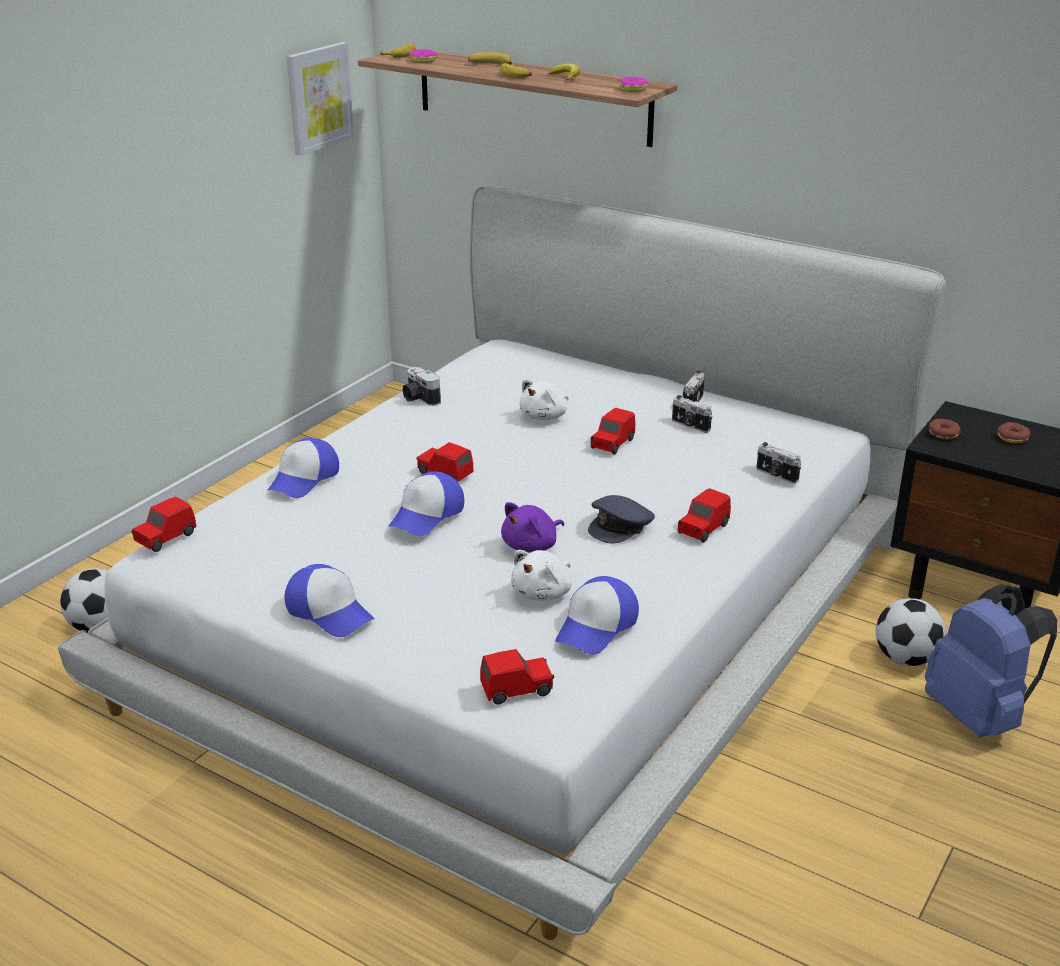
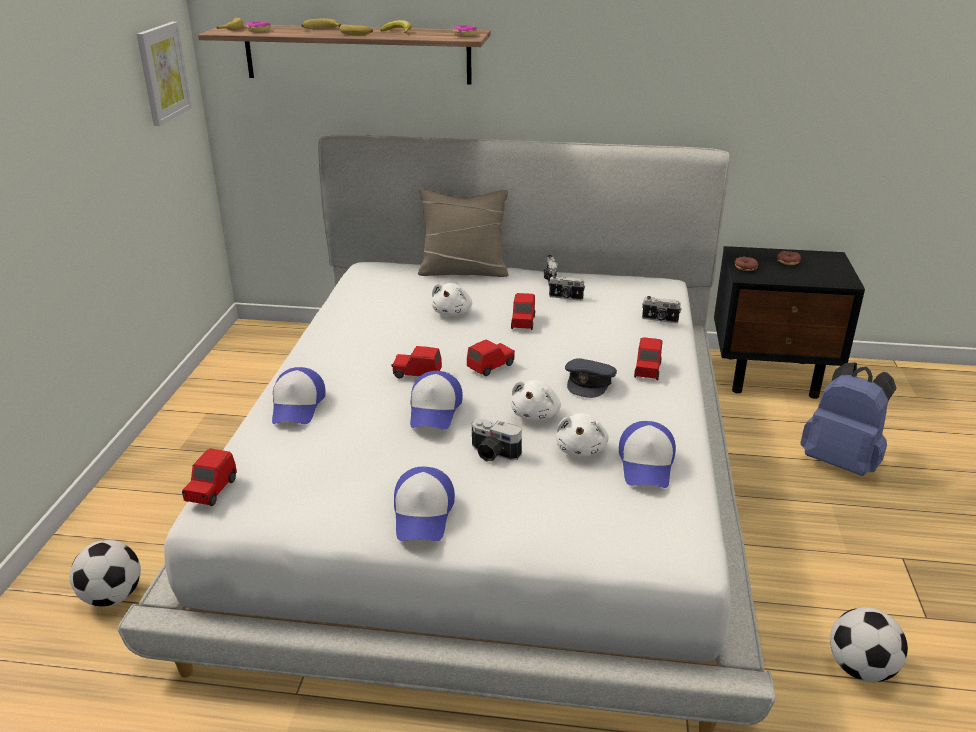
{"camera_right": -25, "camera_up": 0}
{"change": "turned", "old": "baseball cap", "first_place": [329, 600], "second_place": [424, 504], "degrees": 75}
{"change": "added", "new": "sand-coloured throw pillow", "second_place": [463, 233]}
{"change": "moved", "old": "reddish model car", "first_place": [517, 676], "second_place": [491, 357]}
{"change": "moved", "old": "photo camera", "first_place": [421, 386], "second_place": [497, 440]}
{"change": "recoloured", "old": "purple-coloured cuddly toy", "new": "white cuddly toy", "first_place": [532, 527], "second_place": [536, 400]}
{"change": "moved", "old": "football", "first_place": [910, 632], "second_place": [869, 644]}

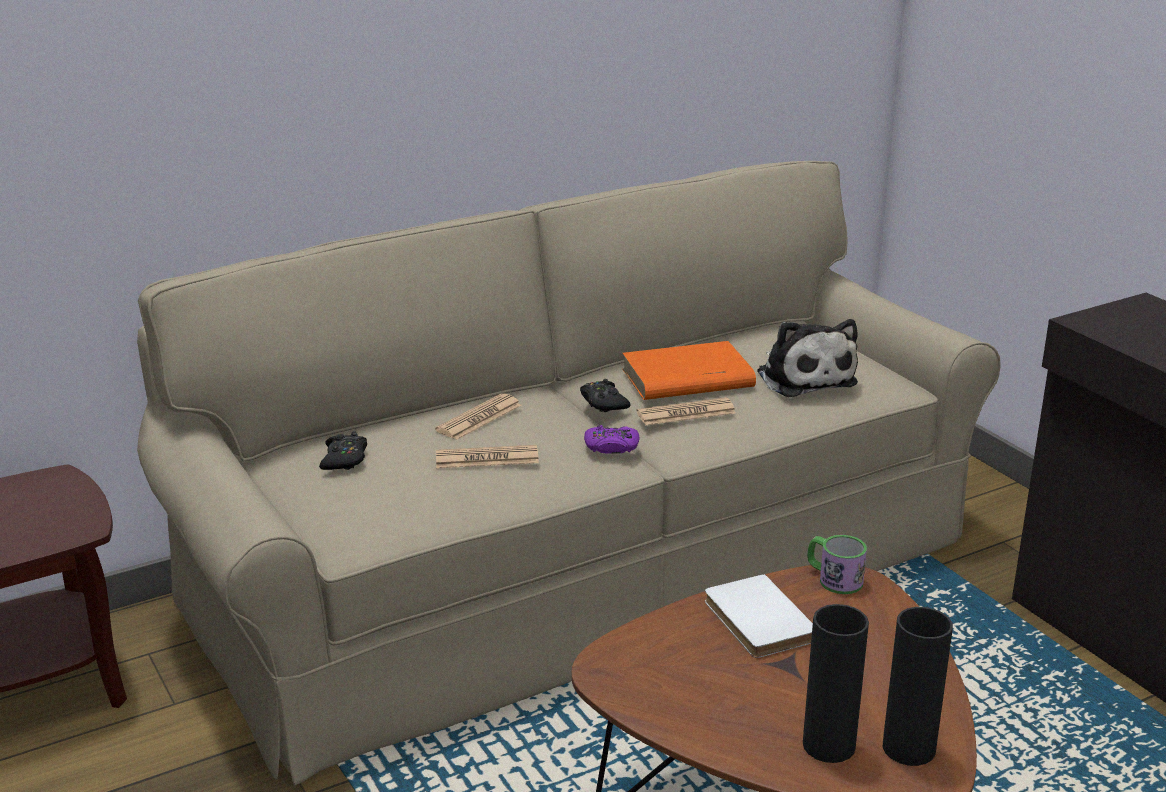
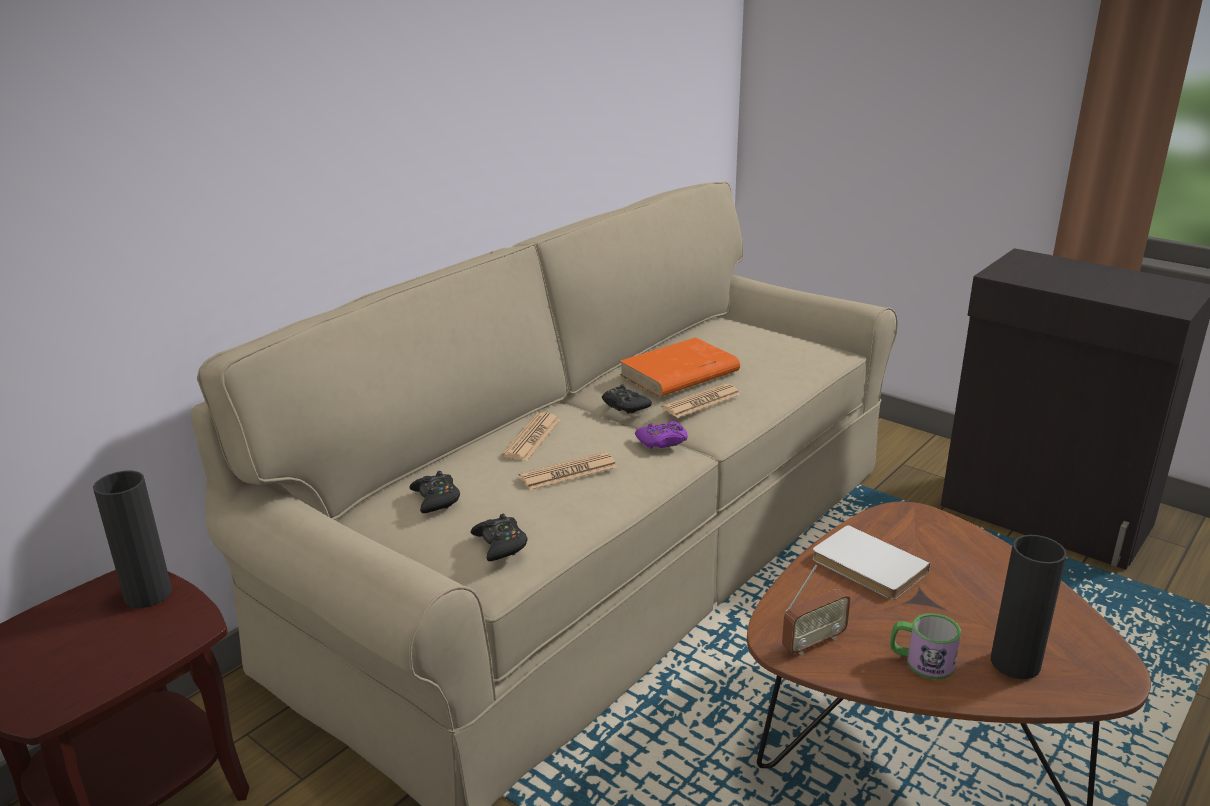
{"camera_right": -20, "camera_up": 0}
{"change": "moved", "old": "black vase", "first_place": [918, 686], "second_place": [132, 539]}
{"change": "added", "new": "black joypad", "second_place": [499, 537]}
{"change": "added", "new": "radio receiver", "second_place": [816, 610]}
{"change": "moved", "old": "mug", "first_place": [837, 564], "second_place": [925, 646]}
{"change": "removed", "old": "cuddly toy", "first_place": [807, 358]}

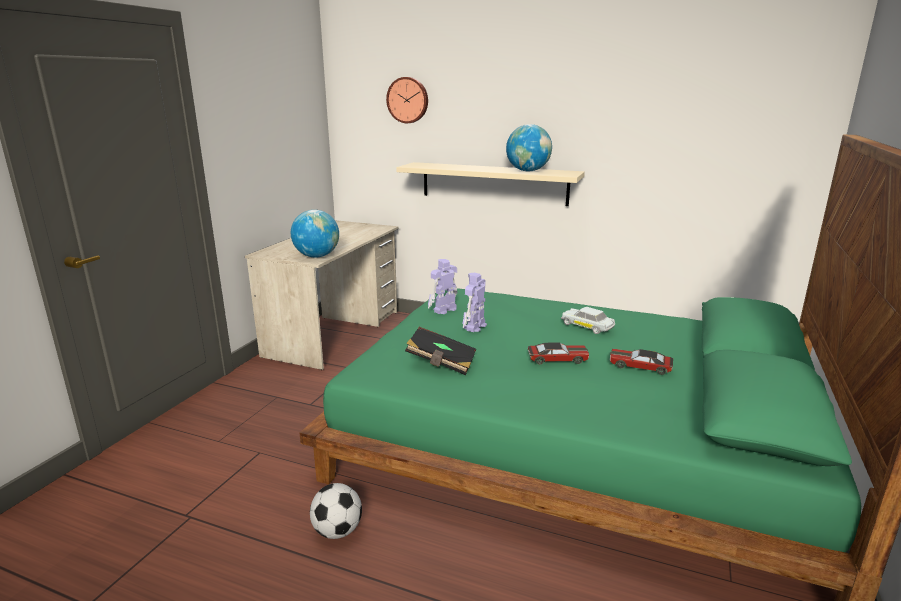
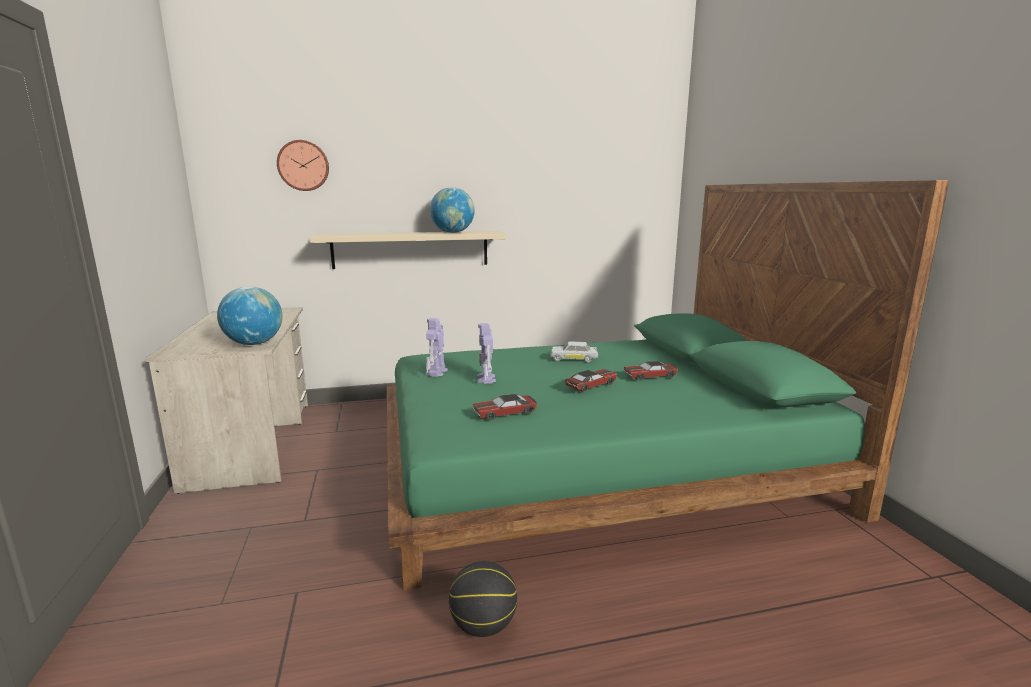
{"camera_right": -35, "camera_up": -5}
{"change": "replaced", "old": "football", "new": "basketball", "first_place": [336, 511], "second_place": [483, 599]}
{"change": "replaced", "old": "black volume", "new": "model car", "first_place": [440, 351], "second_place": [505, 407]}

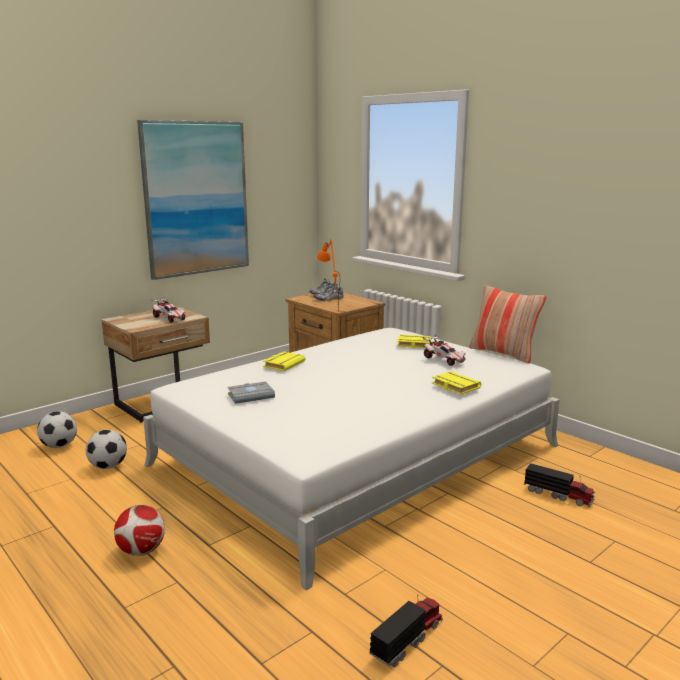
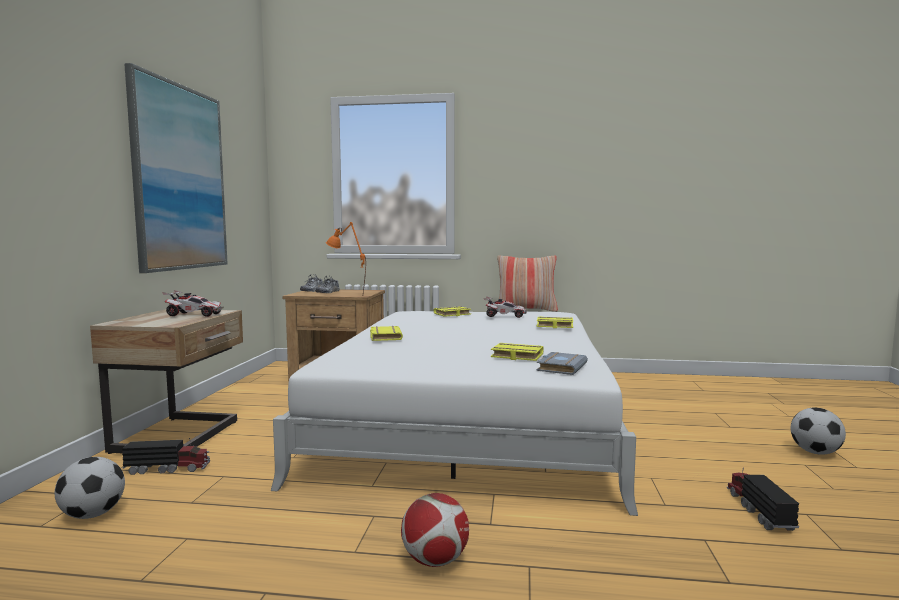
{"camera_right": -40, "camera_up": -10}
{"change": "moved", "old": "model truck", "first_place": [560, 485], "second_place": [166, 456]}
{"change": "added", "new": "yellow-coloured volume", "second_place": [517, 352]}
{"change": "moved", "old": "grey volume", "first_place": [251, 392], "second_place": [562, 363]}
{"change": "moved", "old": "football", "first_place": [106, 449], "second_place": [818, 431]}

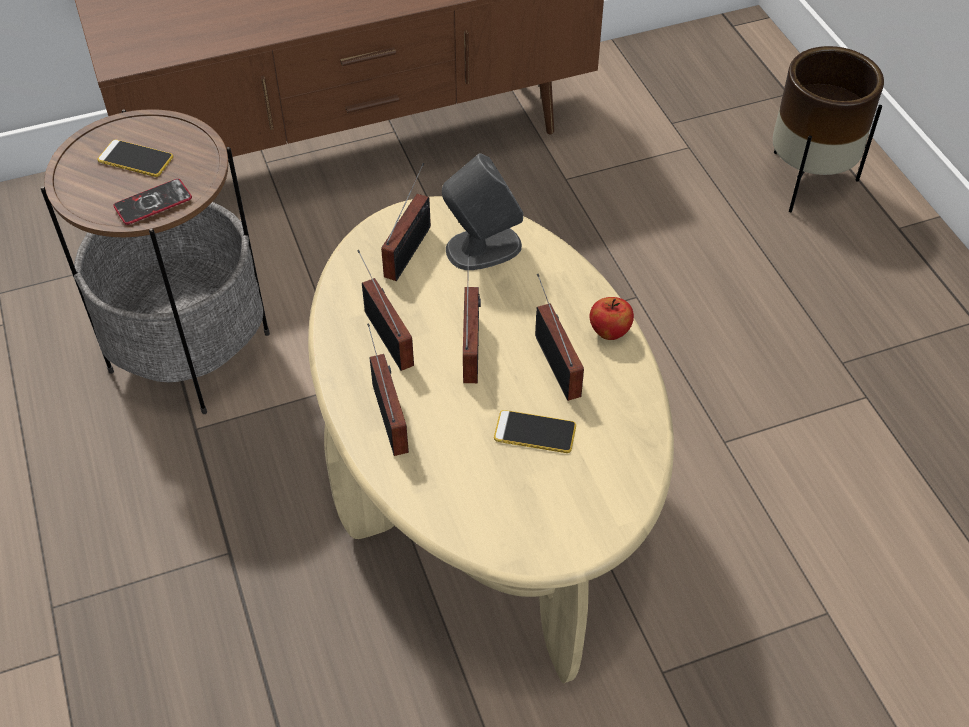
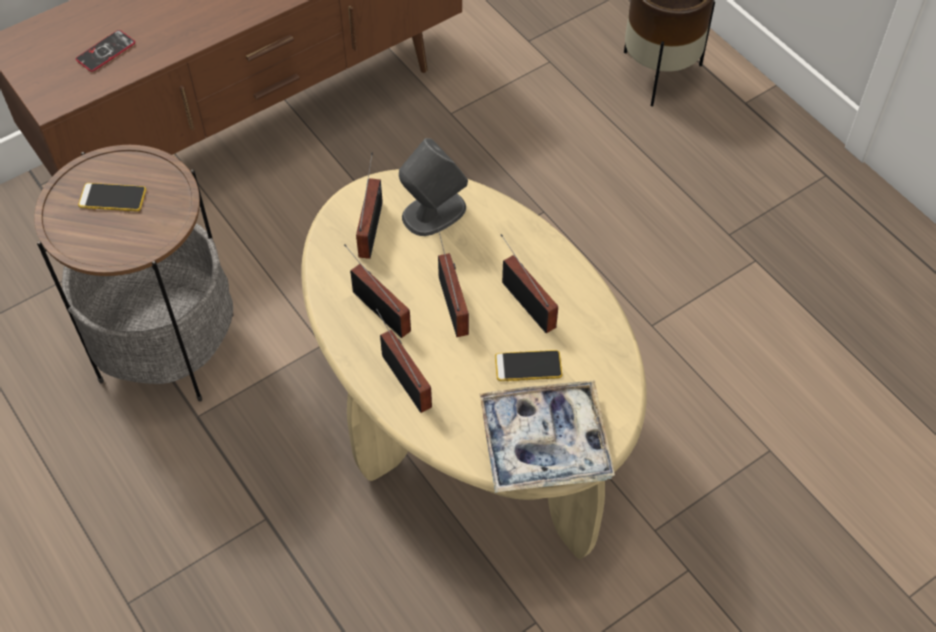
{"camera_right": -15, "camera_up": 5}
{"change": "moved", "old": "telephone", "first_place": [152, 202], "second_place": [105, 51]}
{"change": "added", "new": "serving tray", "second_place": [547, 436]}
{"change": "removed", "old": "apple", "first_place": [612, 318]}

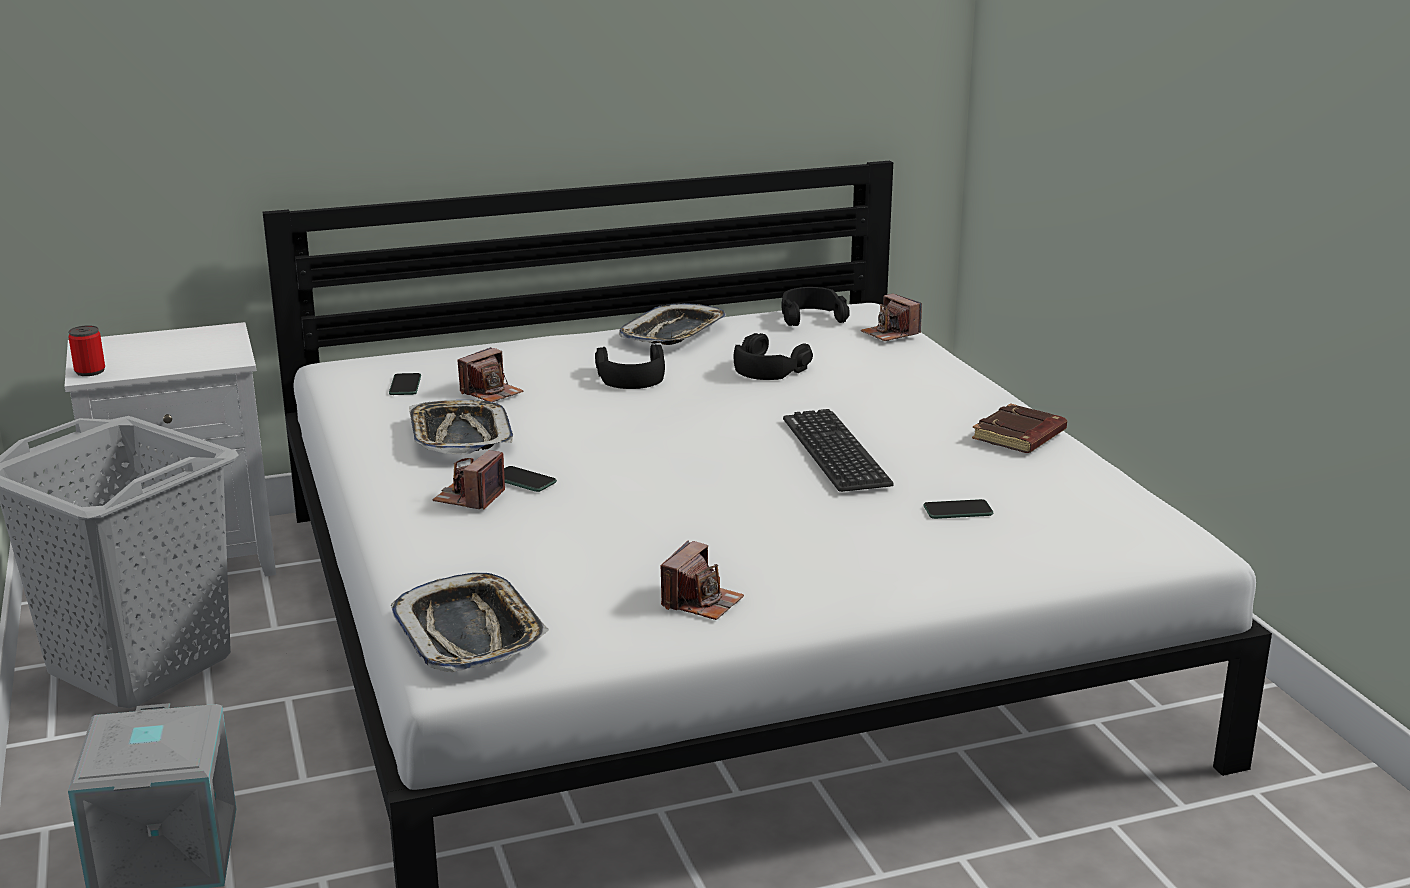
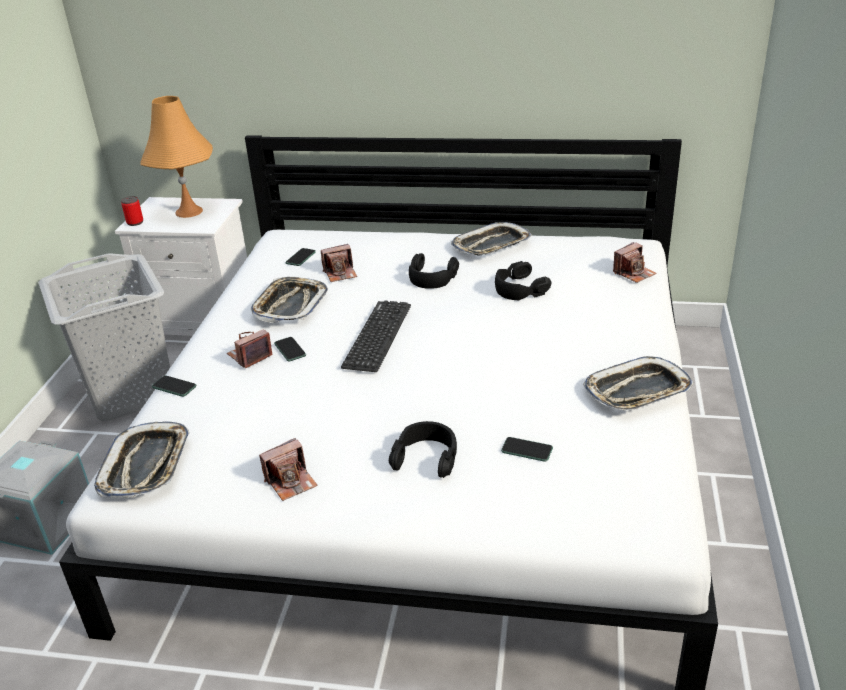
{"camera_right": 30, "camera_up": 10}
{"change": "added", "new": "orangey table lamp", "second_place": [176, 157]}
{"change": "added", "new": "telephone", "second_place": [174, 386]}
{"change": "moved", "old": "computer keyboard", "first_place": [838, 450], "second_place": [376, 336]}
{"change": "moved", "old": "black pair of headphones", "first_place": [816, 306], "second_place": [423, 449]}
{"change": "replaced", "old": "brown-coloured volume", "new": "serving tray", "first_place": [1019, 428], "second_place": [638, 383]}
{"change": "turned", "old": "photo camera", "first_place": [891, 317], "second_place": [634, 262], "degrees": -120}

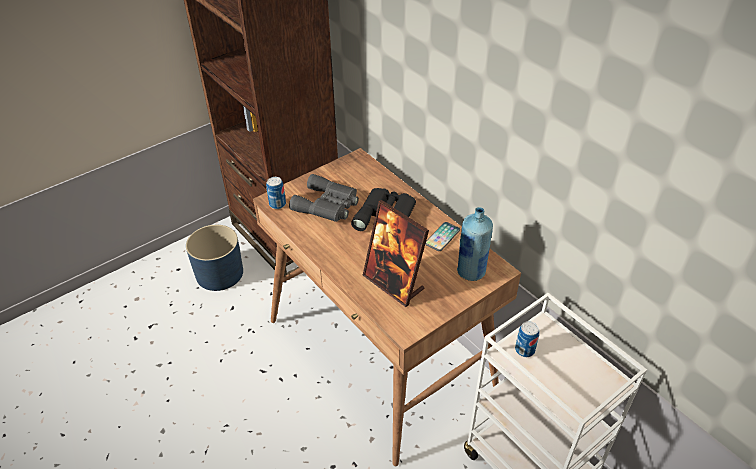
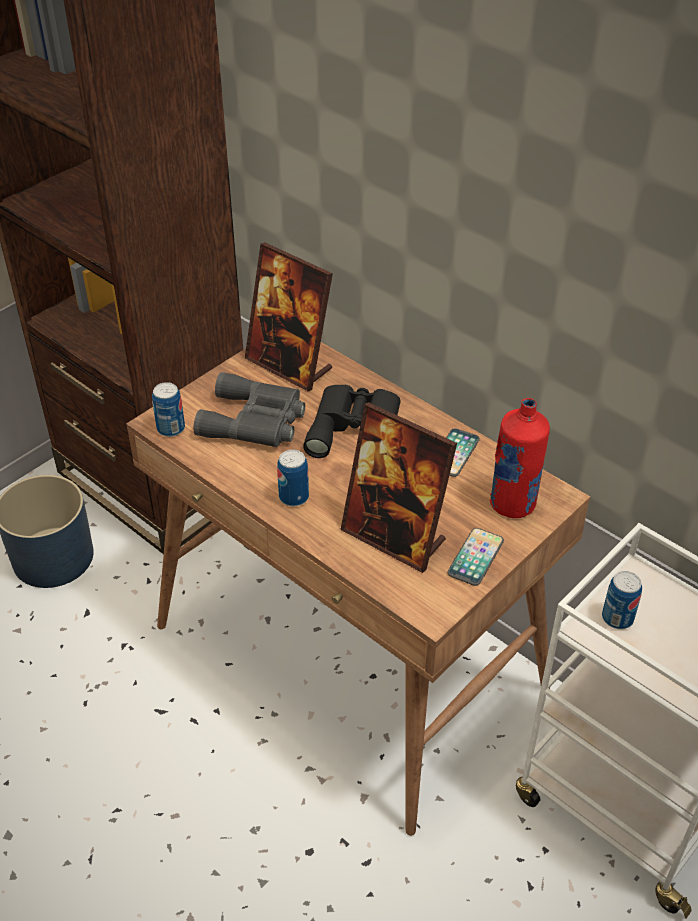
{"camera_right": -10, "camera_up": 0}
{"change": "added", "new": "picture frame", "second_place": [289, 316]}
{"change": "added", "new": "sealed can", "second_place": [293, 478]}
{"change": "added", "new": "telephone", "second_place": [476, 557]}
{"change": "recoloured", "old": "bluish beverage bottle", "new": "reddish beverage bottle", "first_place": [475, 244], "second_place": [520, 458]}

